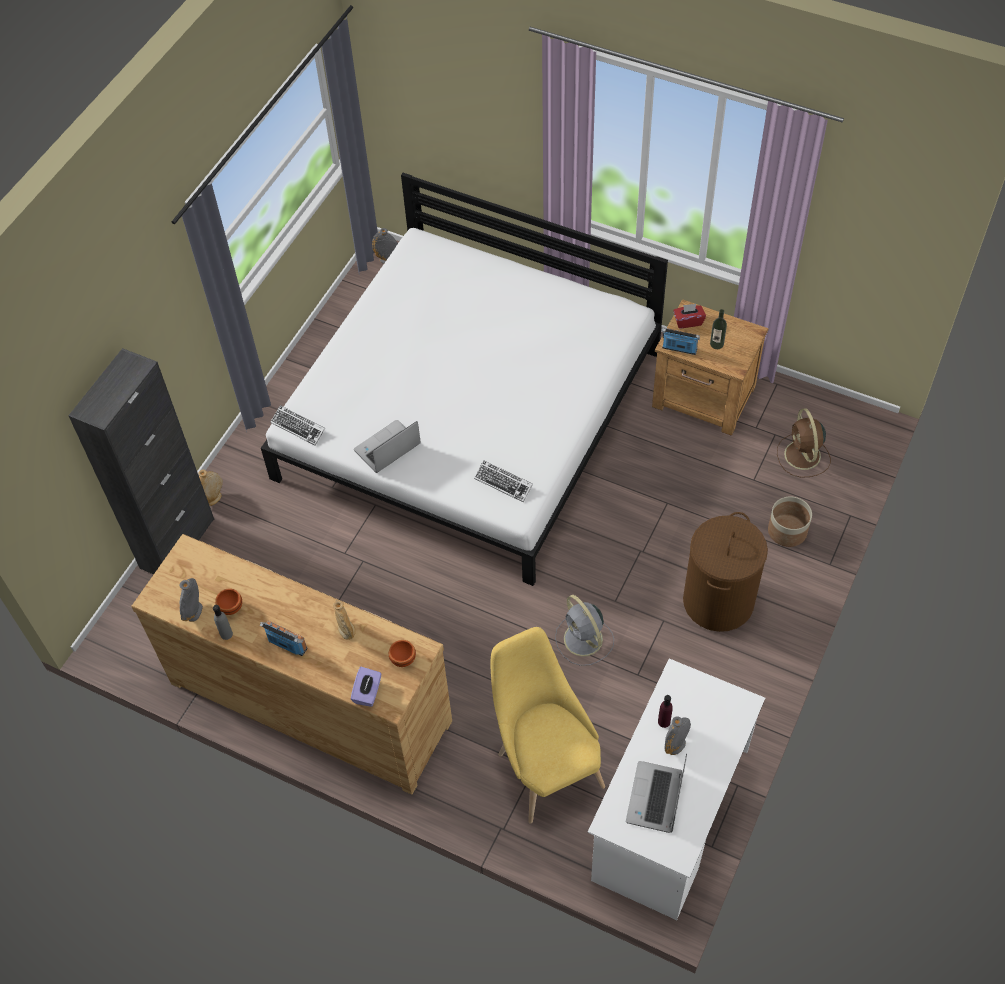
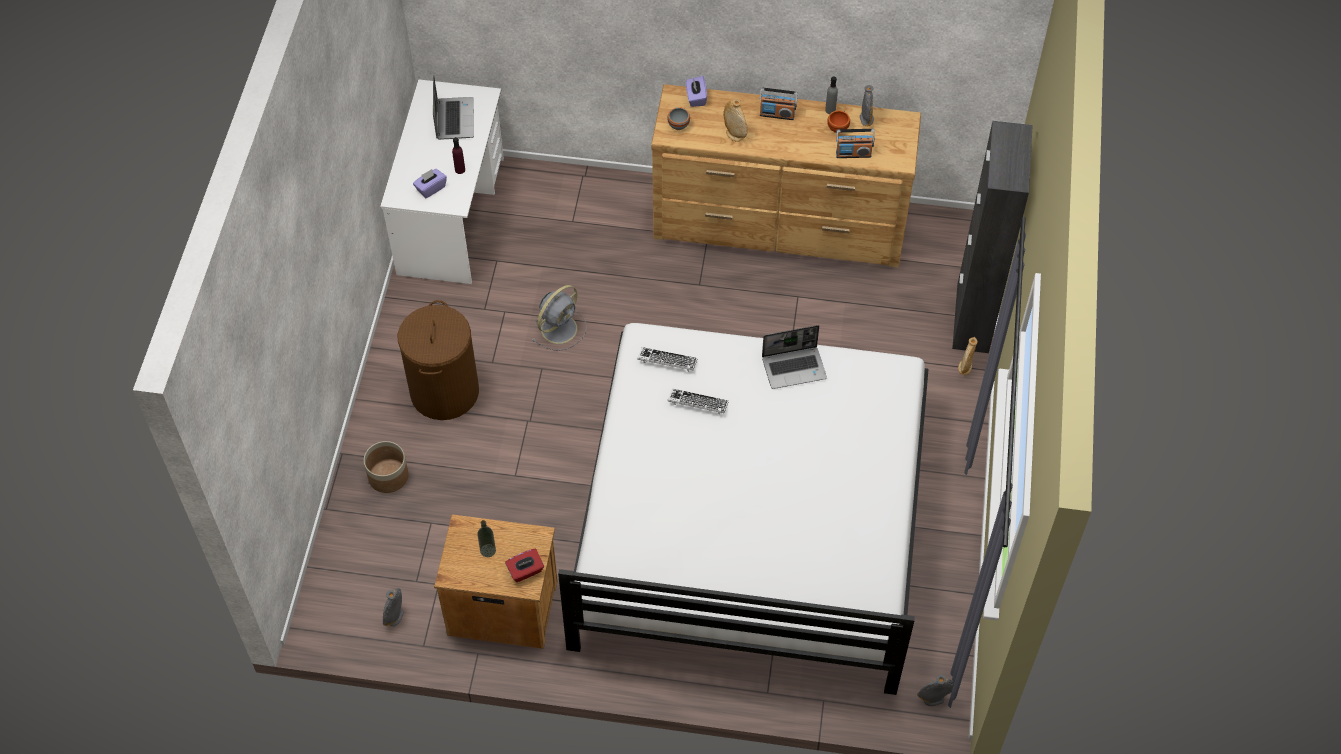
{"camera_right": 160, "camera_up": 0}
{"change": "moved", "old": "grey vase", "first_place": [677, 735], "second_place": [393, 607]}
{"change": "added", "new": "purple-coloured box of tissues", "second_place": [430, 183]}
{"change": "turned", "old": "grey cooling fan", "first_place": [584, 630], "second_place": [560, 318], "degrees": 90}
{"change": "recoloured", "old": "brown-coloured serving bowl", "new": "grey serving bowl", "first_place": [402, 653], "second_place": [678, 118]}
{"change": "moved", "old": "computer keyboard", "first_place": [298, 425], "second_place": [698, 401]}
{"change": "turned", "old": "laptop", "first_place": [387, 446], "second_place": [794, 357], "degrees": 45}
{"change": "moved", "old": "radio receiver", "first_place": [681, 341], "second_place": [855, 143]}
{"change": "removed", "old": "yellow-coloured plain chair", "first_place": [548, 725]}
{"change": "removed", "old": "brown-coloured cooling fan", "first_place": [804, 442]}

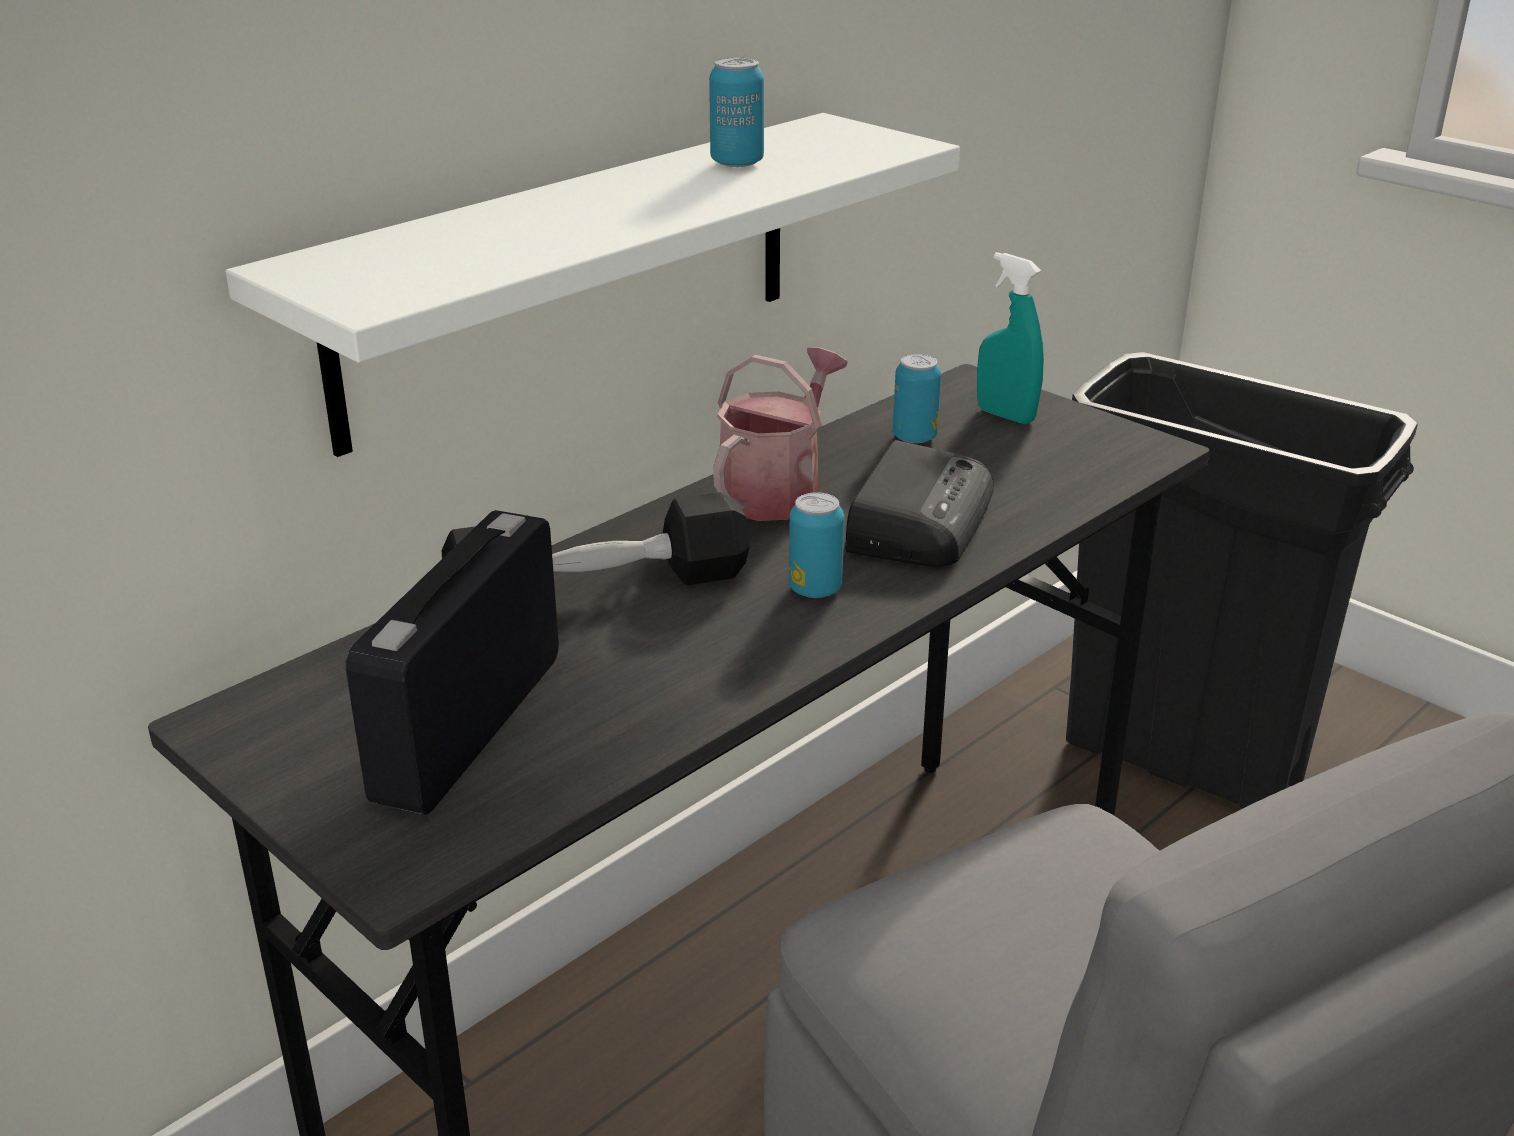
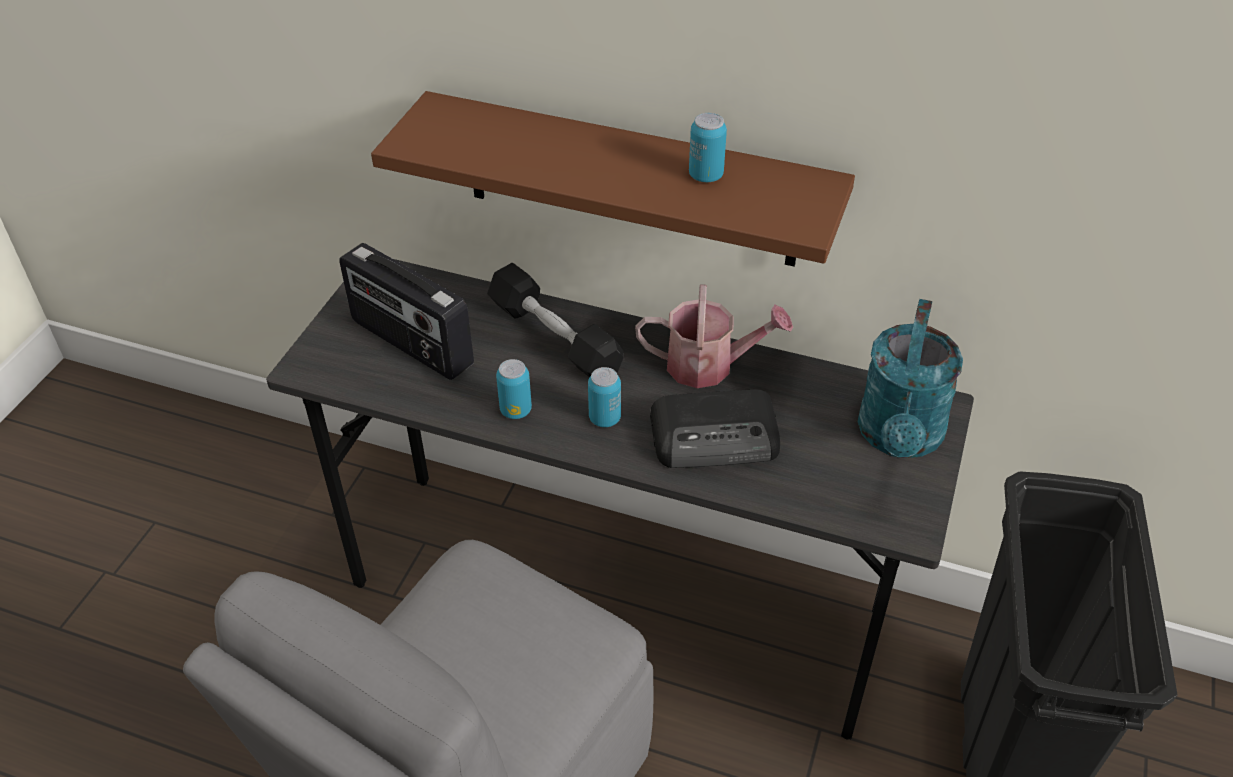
{"camera_right": 65, "camera_up": 15}
{"change": "turned", "old": "radio receiver", "first_place": [452, 662], "second_place": [406, 311], "degrees": -135}
{"change": "recoloured", "old": "white bracket shelf", "new": "brown-coloured bracket shelf", "first_place": [593, 285], "second_place": [613, 178]}
{"change": "moved", "old": "sealed can", "first_place": [917, 398], "second_place": [514, 389]}
{"change": "replaced", "old": "turquoise hand sprayer", "new": "turquoise watering pot", "first_place": [1010, 338], "second_place": [910, 378]}

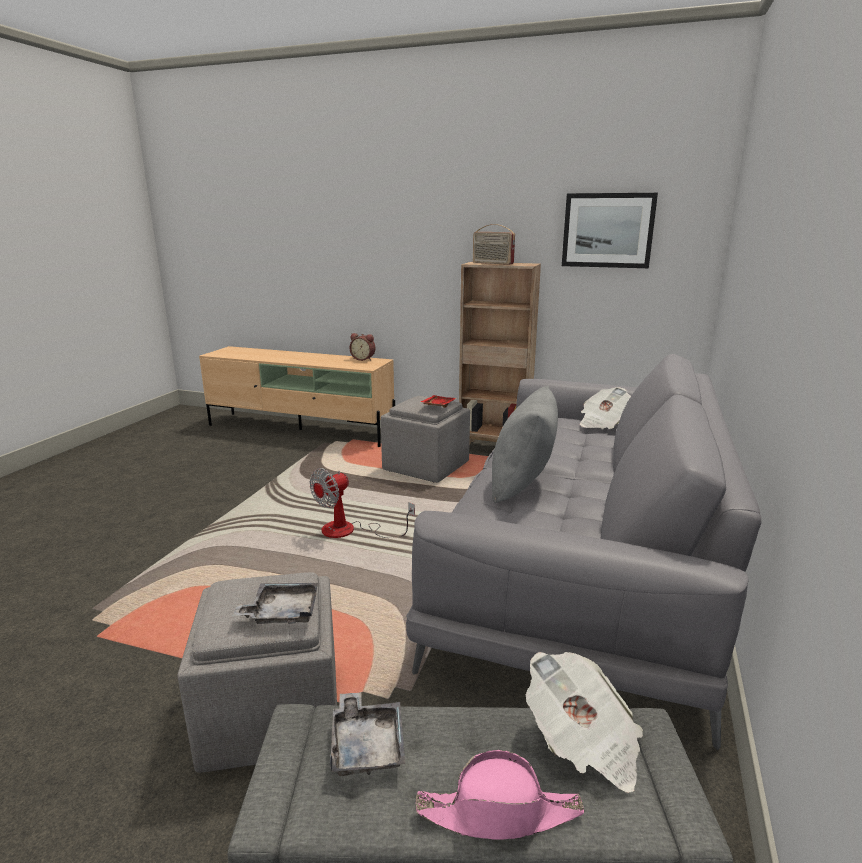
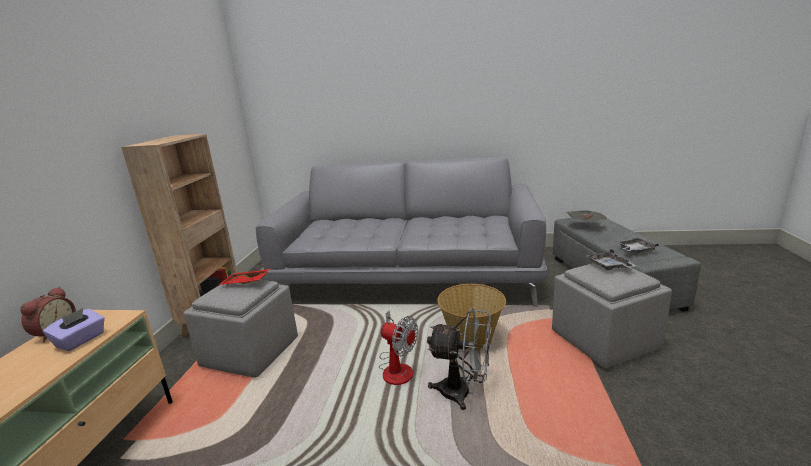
{"camera_right": -100, "camera_up": 0}
{"change": "added", "new": "purple-coloured box of tissues", "second_place": [74, 329]}
{"change": "added", "new": "grey cooling fan", "second_place": [459, 359]}
{"change": "added", "new": "basket", "second_place": [471, 317]}
{"change": "removed", "old": "pink hat", "first_place": [500, 795]}
{"change": "removed", "old": "radio receiver", "first_place": [494, 244]}
{"change": "removed", "old": "grey throw pillow", "first_place": [525, 444]}
{"change": "removed", "old": "wall picture", "first_place": [610, 230]}
{"change": "removed", "old": "printed paper", "first_place": [605, 408]}

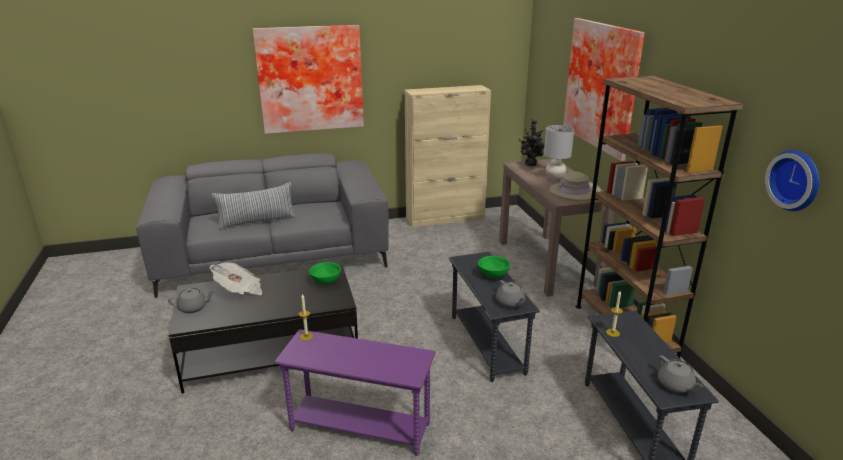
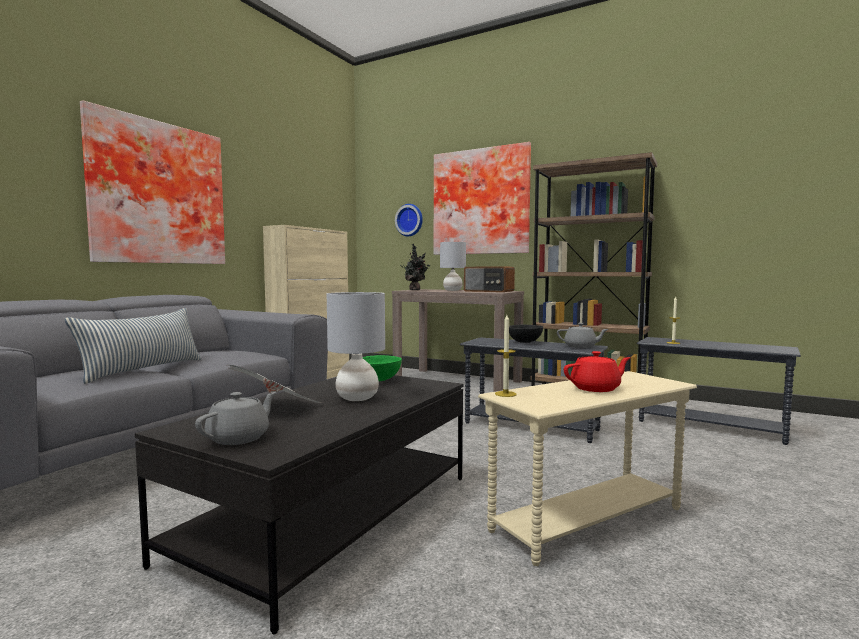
{"camera_right": -45, "camera_up": -20}
{"change": "added", "new": "grey table lamp", "second_place": [356, 346]}
{"change": "moved", "old": "wall clock", "first_place": [792, 180], "second_place": [409, 220]}
{"change": "replaced", "old": "sand-coloured hat", "new": "radio receiver", "first_place": [575, 186], "second_place": [489, 279]}
{"change": "recoloured", "old": "purple-coloured end table", "new": "sand-coloured end table", "first_place": [355, 392], "second_place": [587, 468]}
{"change": "recoloured", "old": "green serving bowl", "new": "black serving bowl", "first_place": [494, 267], "second_place": [526, 334]}
{"change": "added", "new": "reddish pot for tea", "second_place": [597, 371]}
{"change": "removed", "old": "grey pot for tea", "first_place": [680, 374]}

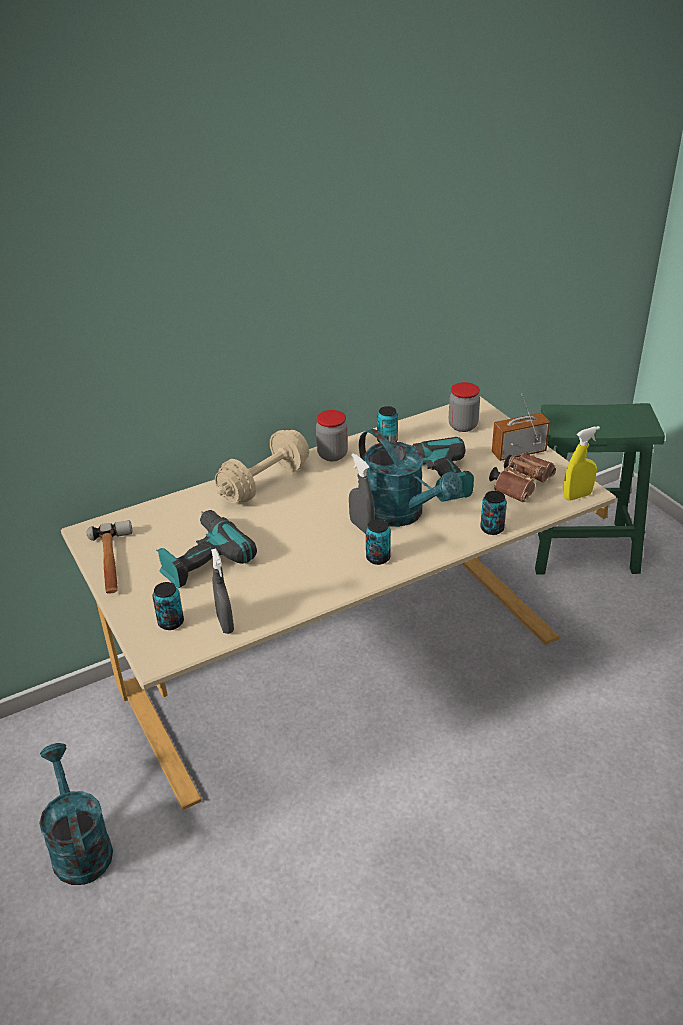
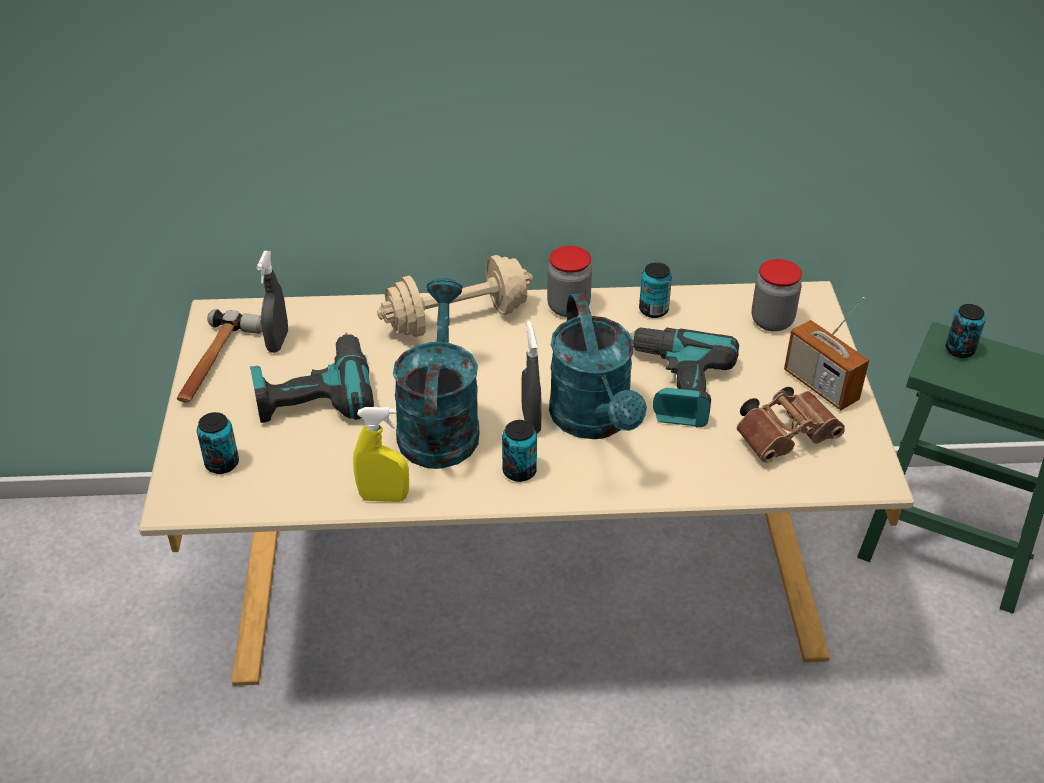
{"camera_right": 25, "camera_up": 5}
{"change": "moved", "old": "grey hand sprayer", "first_place": [222, 591], "second_place": [272, 302]}
{"change": "moved", "old": "yellow-coloured hand sprayer", "first_place": [581, 463], "second_place": [381, 454]}
{"change": "moved", "old": "turquoise watering pot", "first_place": [76, 814], "second_place": [436, 373]}
{"change": "turned", "old": "radio receiver", "first_place": [521, 427], "second_place": [826, 353], "degrees": -135}
{"change": "moved", "old": "sealed can", "first_place": [493, 513], "second_place": [965, 331]}

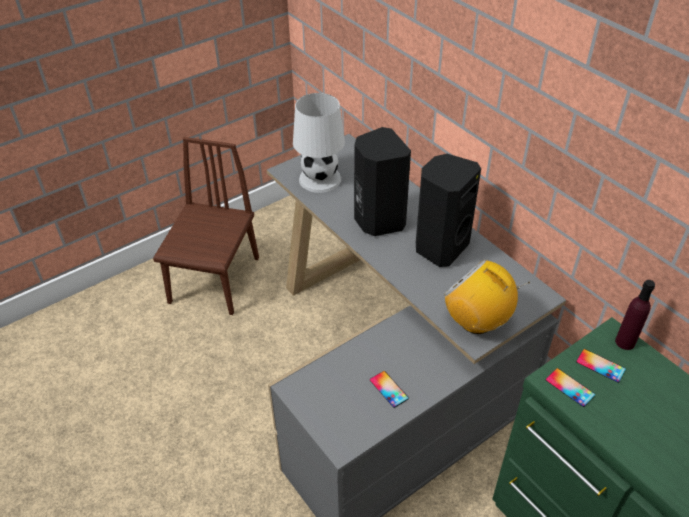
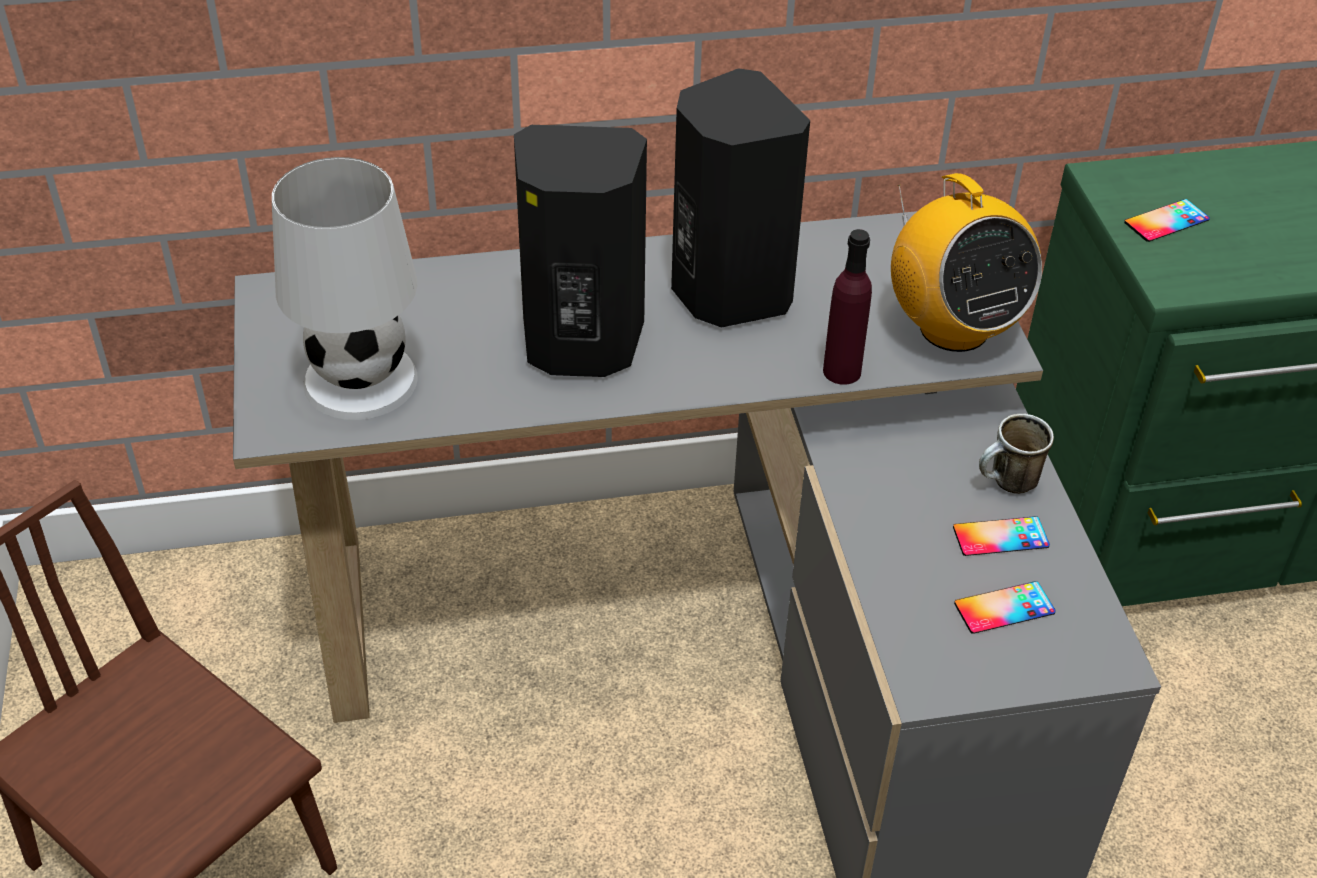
{"camera_right": -65, "camera_up": 0}
{"change": "moved", "old": "purple-coloured beverage bottle", "first_place": [635, 315], "second_place": [847, 307]}
{"change": "turned", "old": "radio receiver", "first_place": [487, 297], "second_place": [966, 262], "degrees": -90}
{"change": "moved", "old": "telephone", "first_place": [570, 387], "second_place": [1005, 607]}
{"change": "added", "new": "mug", "second_place": [1016, 454]}

